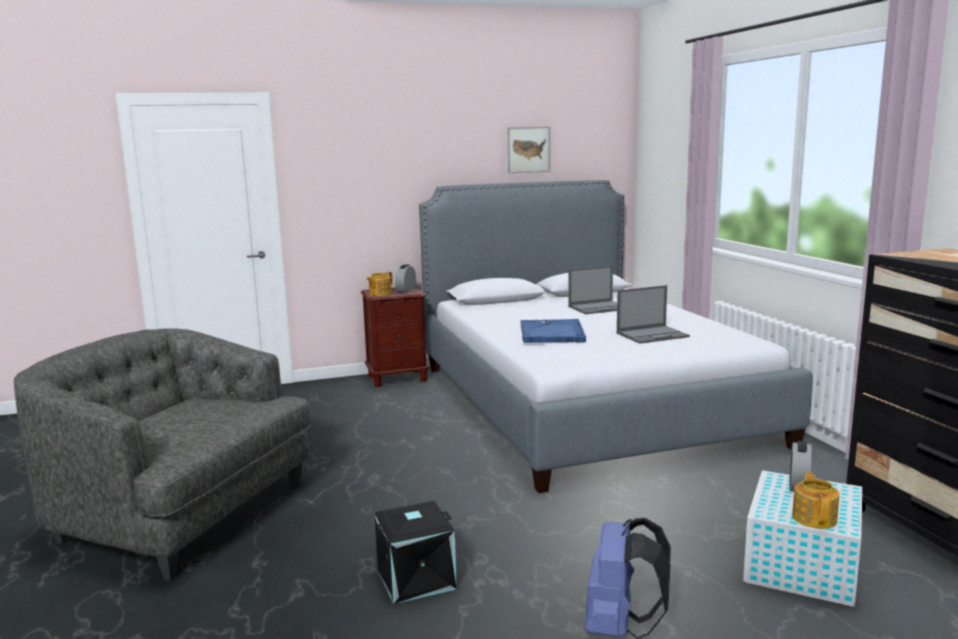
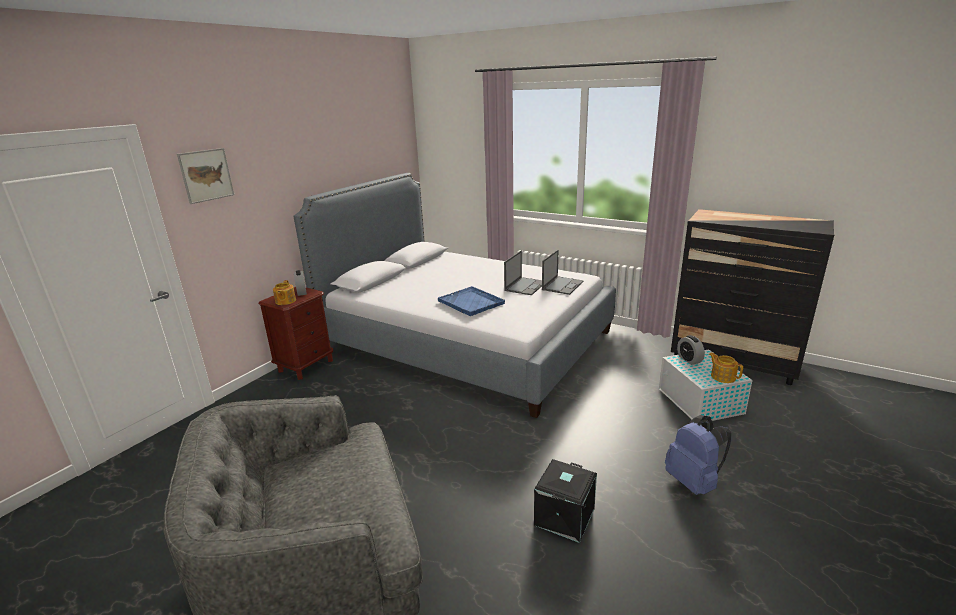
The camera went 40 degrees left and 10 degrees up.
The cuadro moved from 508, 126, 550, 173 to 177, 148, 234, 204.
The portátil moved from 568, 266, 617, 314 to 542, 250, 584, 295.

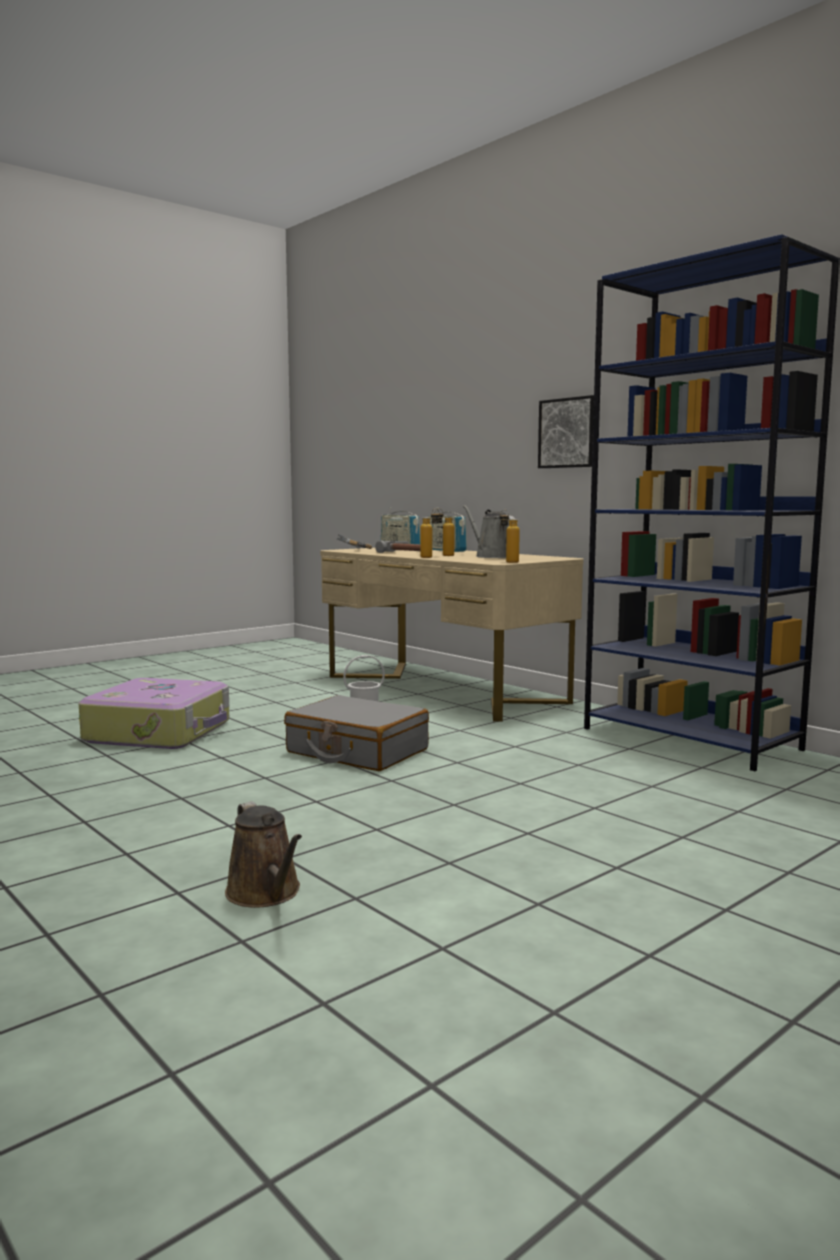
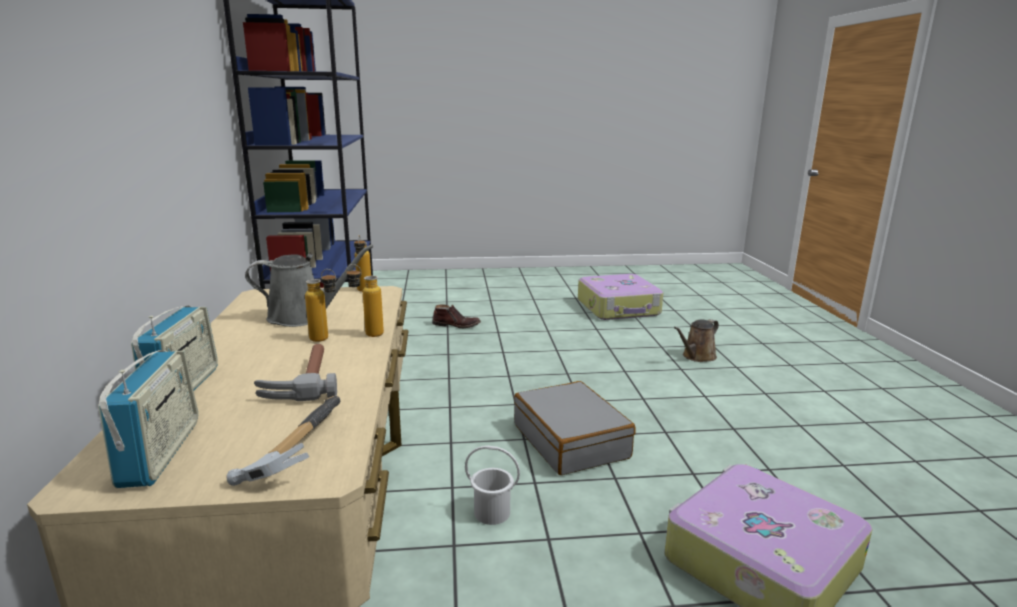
The camera went 145 degrees left and 10 degrees up.
The regadera (gris) at 463, 505, 515, 558 turned 105 degrees counterclockwise.
The bota (marrón) at 432, 304, 481, 328 appeared.
The maleta at 578, 274, 663, 320 appeared.
The regadera (marrón) at 225, 801, 302, 908 turned 135 degrees counterclockwise.
The cuadro at 538, 395, 594, 468 disappeared.

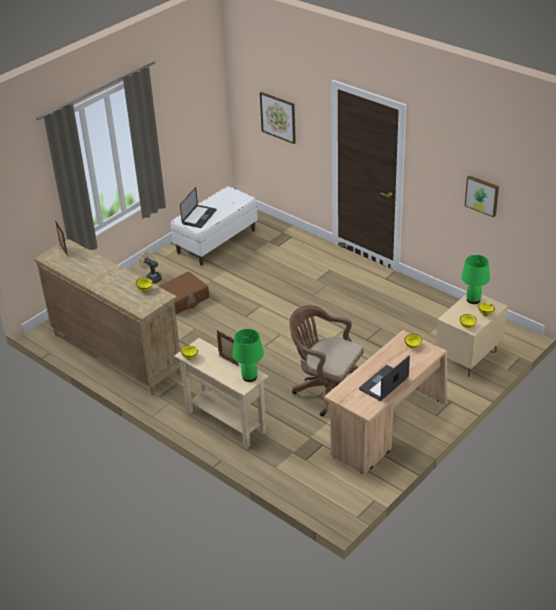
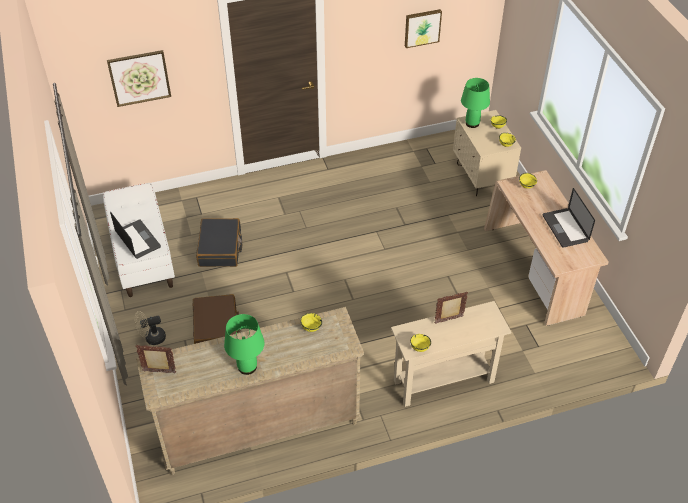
The camera went 60 degrees left and 10 degrees up.
The maleta (negro) at 196, 218, 242, 267 appeared.
The lámpara de mesa (verde) moved from 232, 329, 264, 382 to 224, 314, 264, 375.
The silla de oficina (marrón) at 289, 305, 364, 417 disappeared.

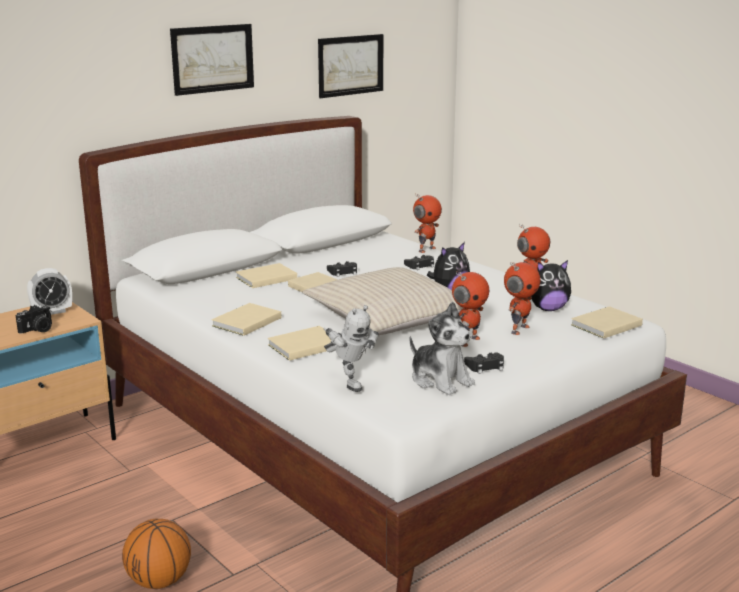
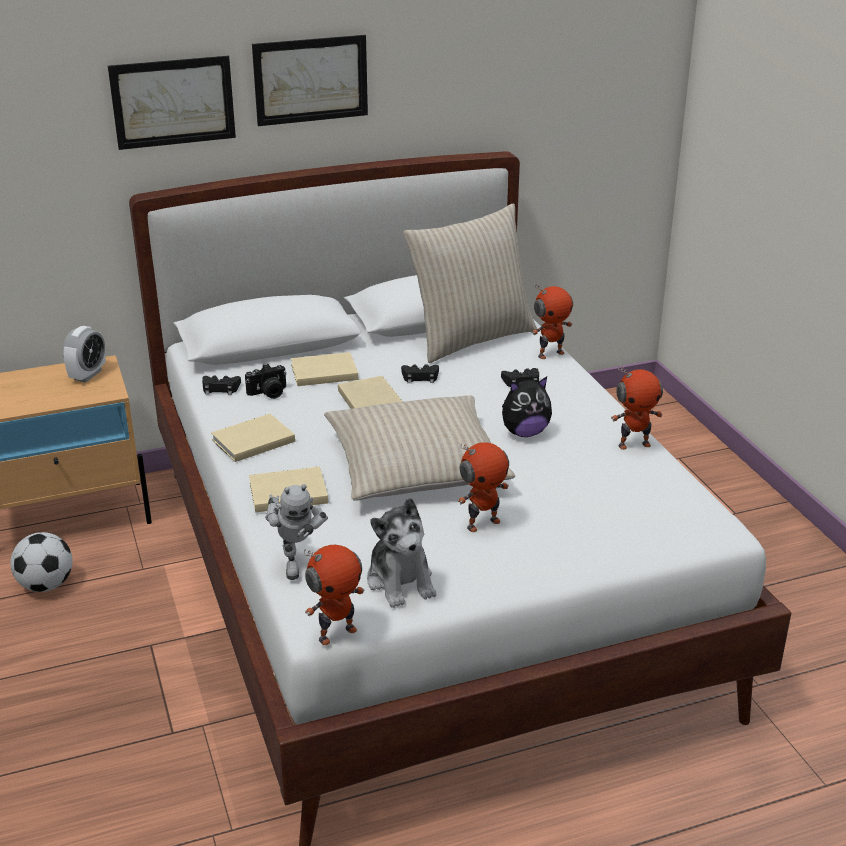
The camera went 20 degrees right and 10 degrees up.
The balón de fútbol at 10, 532, 73, 592 appeared.
The despertador at 27, 268, 72, 315 turned 60 degrees counterclockwise.
The cuadro moved from 318, 34, 383, 98 to 108, 56, 236, 150.
The mando de consola (negro) moved from 464, 353, 504, 374 to 202, 376, 241, 395.
The cámara moved from 16, 305, 52, 334 to 245, 364, 287, 399.
The robot de juguete moved from 504, 262, 540, 335 to 304, 545, 364, 645.
The cojín (beis) at 403, 203, 537, 363 appeared.
The balón de baloncesto at 122, 518, 191, 589 disappeared.
The peluche at 532, 260, 571, 311 disappeared.
The libro (beis) at 571, 306, 643, 339 disappeared.

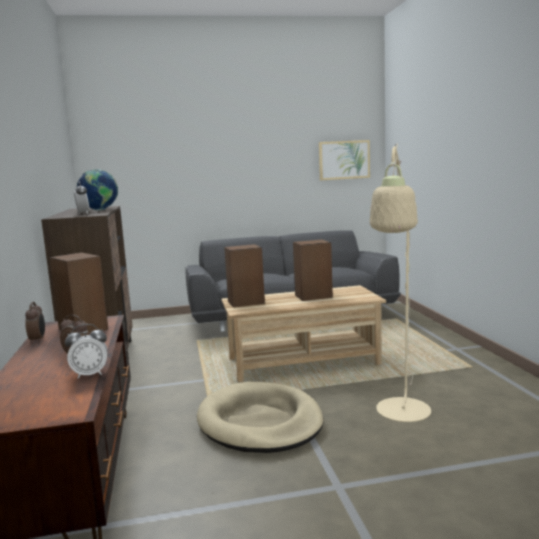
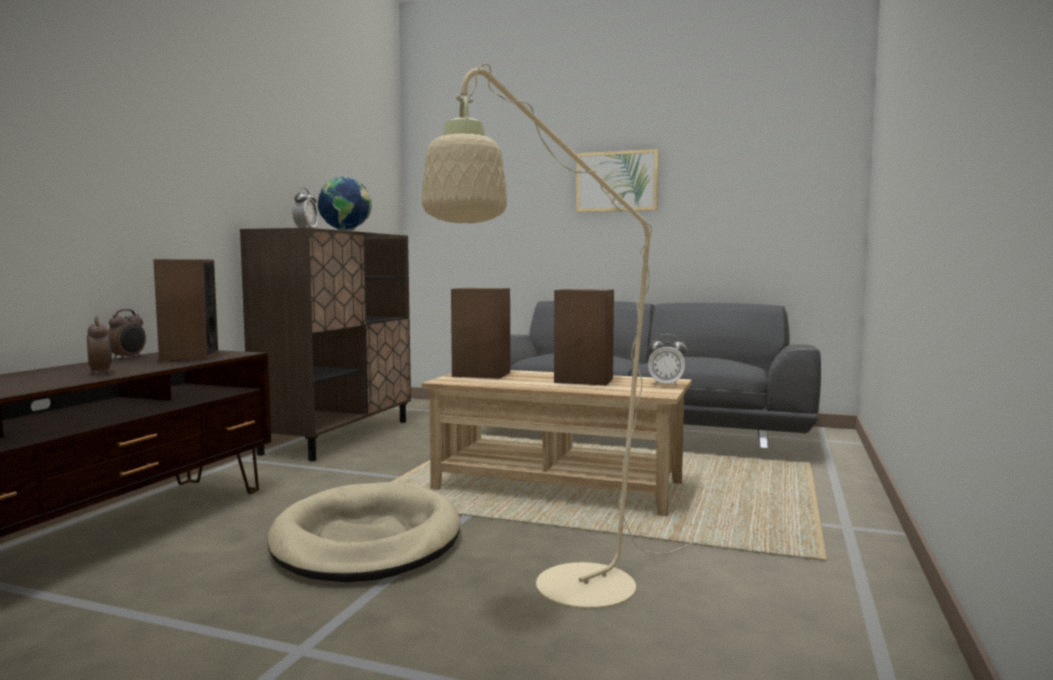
The camera went 30 degrees right and 5 degrees down.
The cuadro moved from 319, 140, 370, 180 to 576, 149, 659, 212.
The despertador moved from 65, 324, 108, 379 to 648, 334, 687, 387.

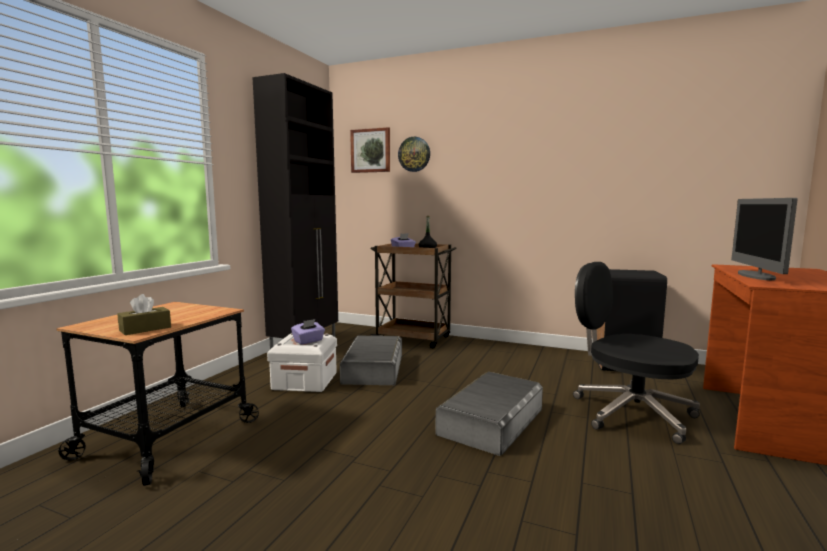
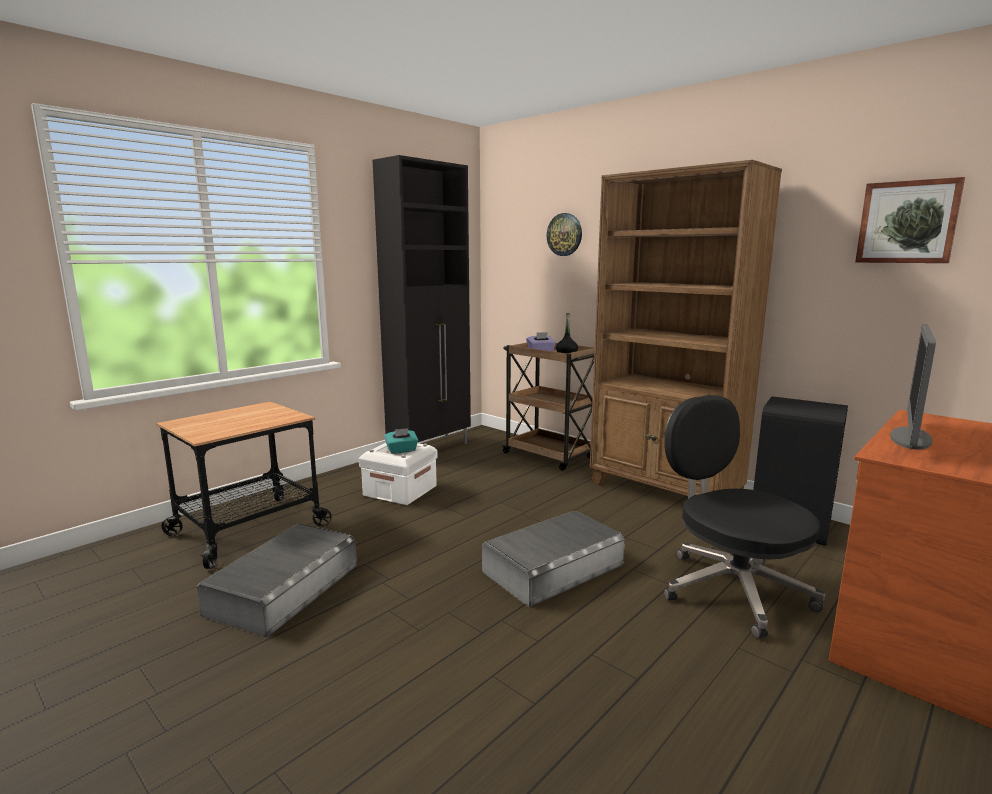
The camera went 20 degrees right and 5 degrees up.
The caja de almacenaje (gris) moved from 340, 336, 402, 385 to 197, 523, 357, 637.
The caja de pañuelos (morado) at 291, 319, 325, 345 became the caja de pañuelos (turquesa) at 384, 428, 418, 454.
The estantería (marrón) at 590, 160, 782, 496 appeared.
The cuadro moved from 350, 127, 390, 173 to 855, 177, 965, 263.
The caja de pañuelos (marrón) at 117, 294, 171, 335 disappeared.

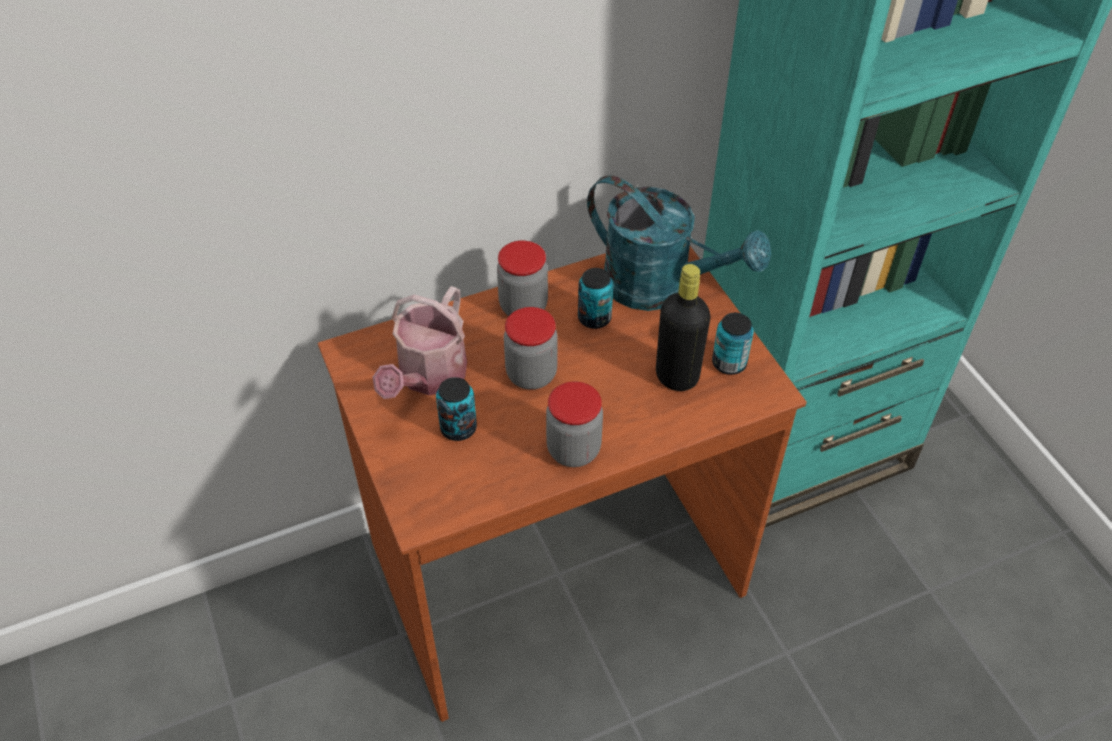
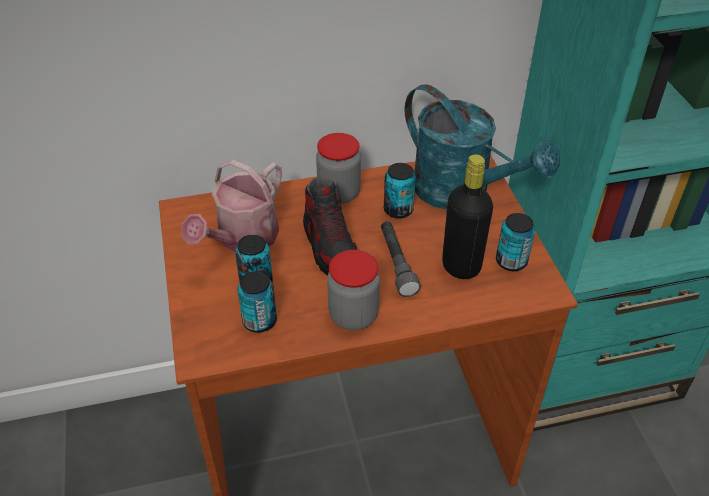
The camera went 10 degrees right and 5 degrees down.
The lata at 237, 271, 277, 333 appeared.
The tarro at 504, 307, 557, 390 was replaced by the zapato at 303, 178, 357, 276.
The linterna (gris) at 381, 221, 421, 297 appeared.

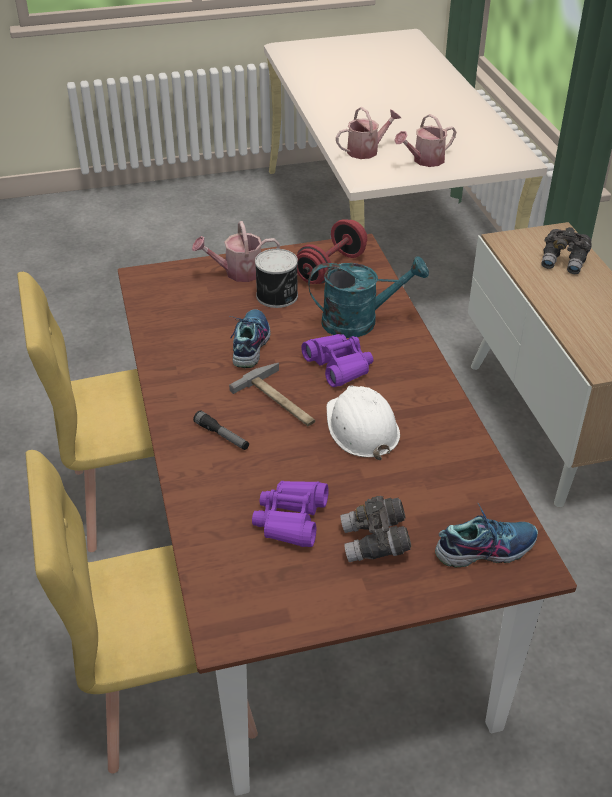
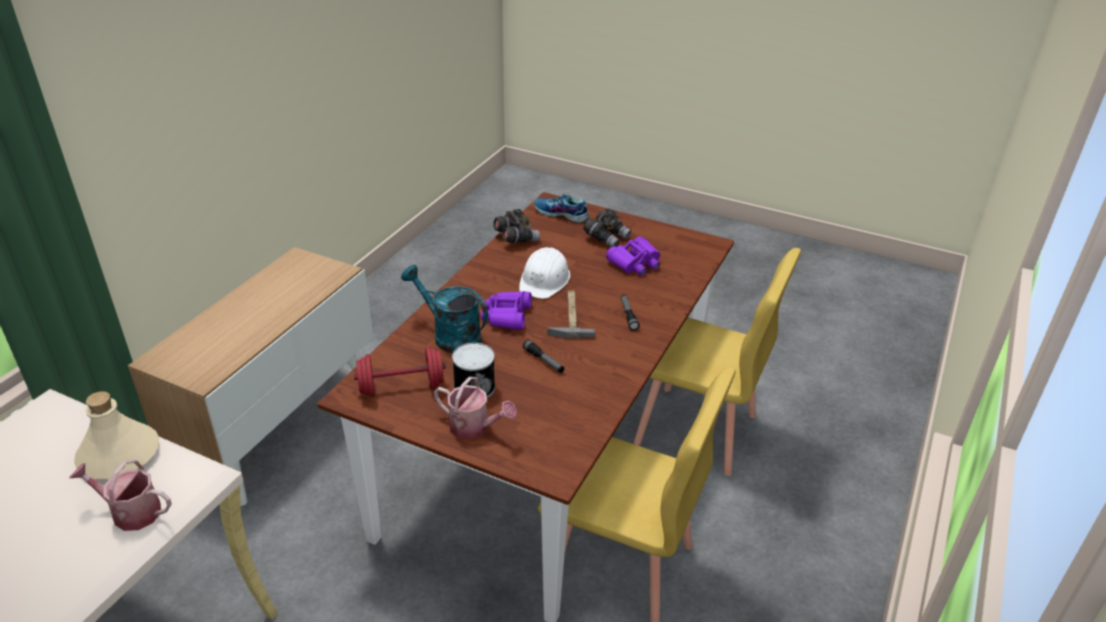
The camera went 140 degrees left and 5 degrees down.
The regadera at 394, 114, 456, 167 was replaced by the botella (beis) at 74, 391, 159, 479.
The prismáticos (gris) moved from 541, 227, 592, 274 to 493, 209, 540, 243.
The zapato at 229, 309, 270, 368 was replaced by the linterna at 523, 340, 564, 373.

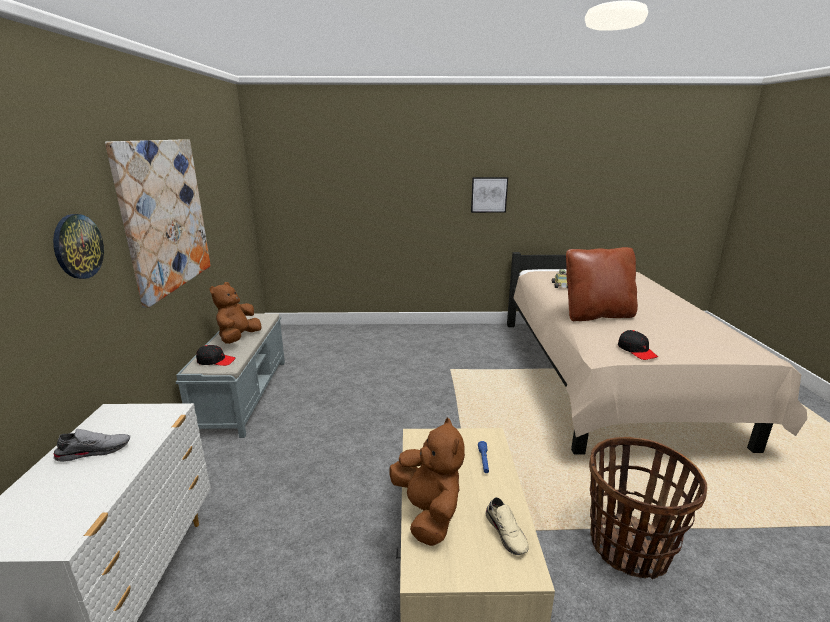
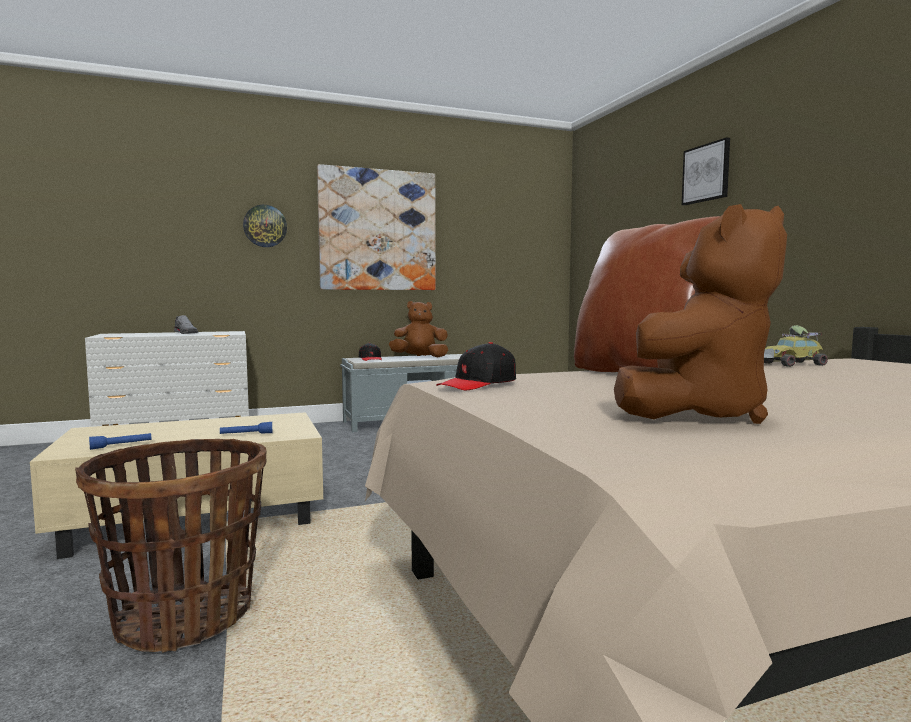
The camera went 70 degrees right and 15 degrees down.
The zapato (beis) at 485, 497, 528, 555 was replaced by the linterna (azul) at 89, 433, 151, 450.
The peluche (marrón) moved from 389, 417, 465, 546 to 614, 204, 787, 424.
The cuadro moved from 471, 177, 508, 213 to 682, 137, 730, 205.

